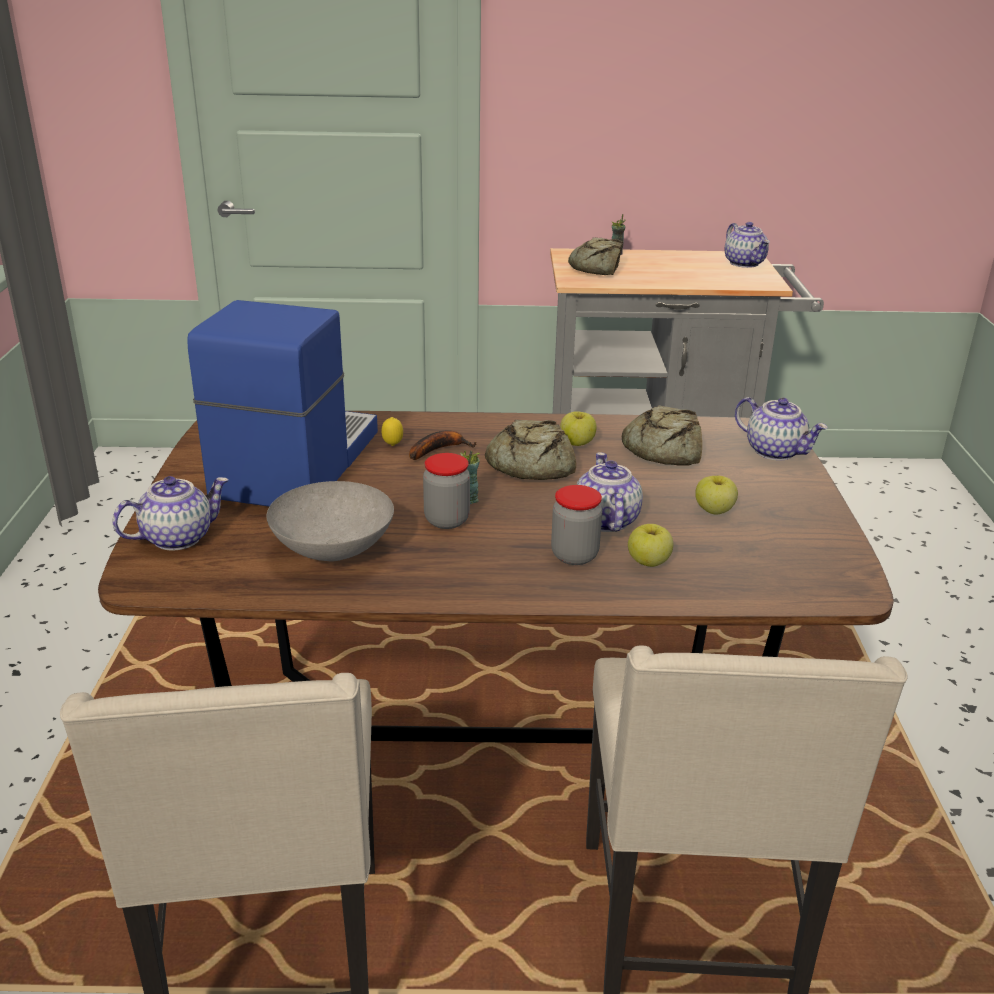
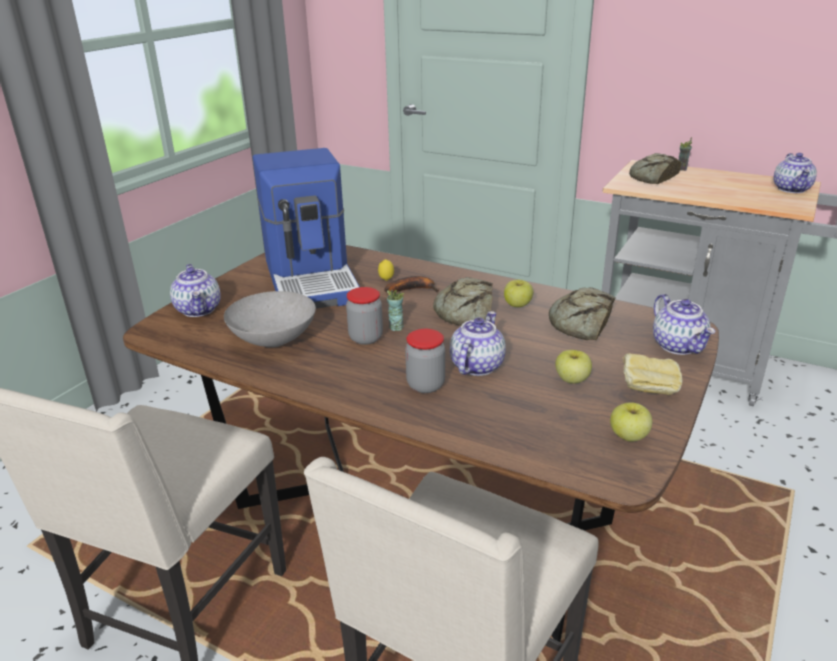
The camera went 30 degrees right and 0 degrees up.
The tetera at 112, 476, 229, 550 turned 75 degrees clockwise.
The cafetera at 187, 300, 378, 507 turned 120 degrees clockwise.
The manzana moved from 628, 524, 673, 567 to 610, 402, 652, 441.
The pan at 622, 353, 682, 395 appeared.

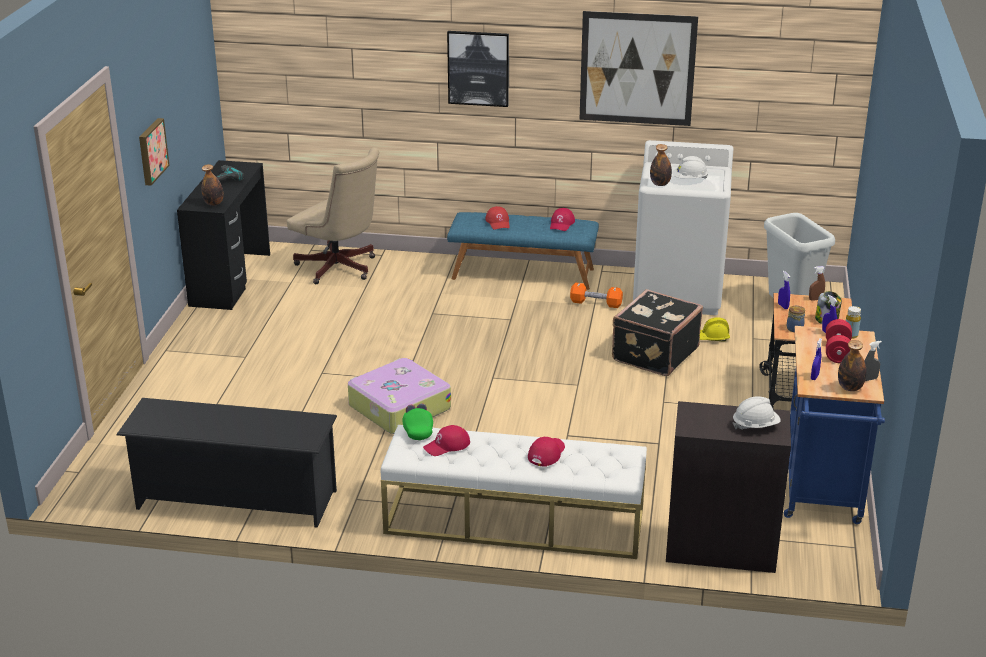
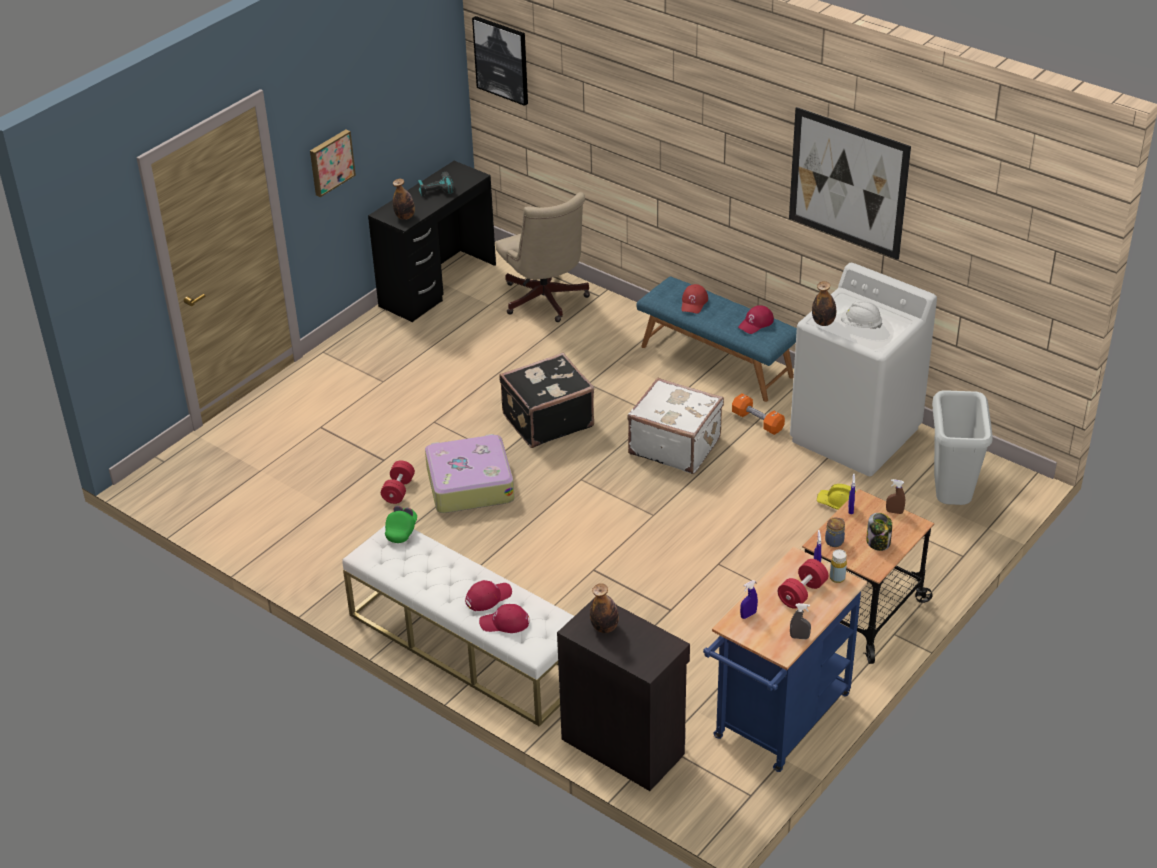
The camera went 30 degrees right and 10 degrees up.
The mancuerna (rojo) at 381, 460, 415, 504 appeared.
The cuadro moved from 447, 31, 509, 107 to 472, 16, 528, 106.
The gorra (rojo) moved from 423, 425, 470, 456 to 479, 604, 529, 633.
The maleta (negro) moved from 612, 289, 703, 376 to 499, 352, 594, 448.
The botella moved from 838, 340, 866, 391 to 590, 583, 619, 633.
The maleta (blanco) at 627, 378, 724, 474 appeared.
The zapatero (negro) at 117, 398, 337, 528 disappeared.
The casco (blanco) at 733, 396, 781, 429 disappeared.

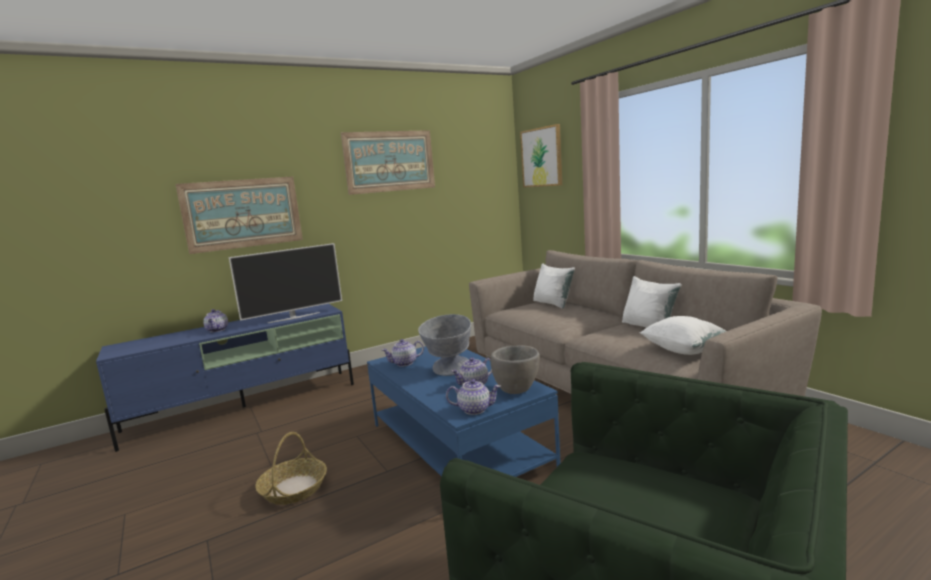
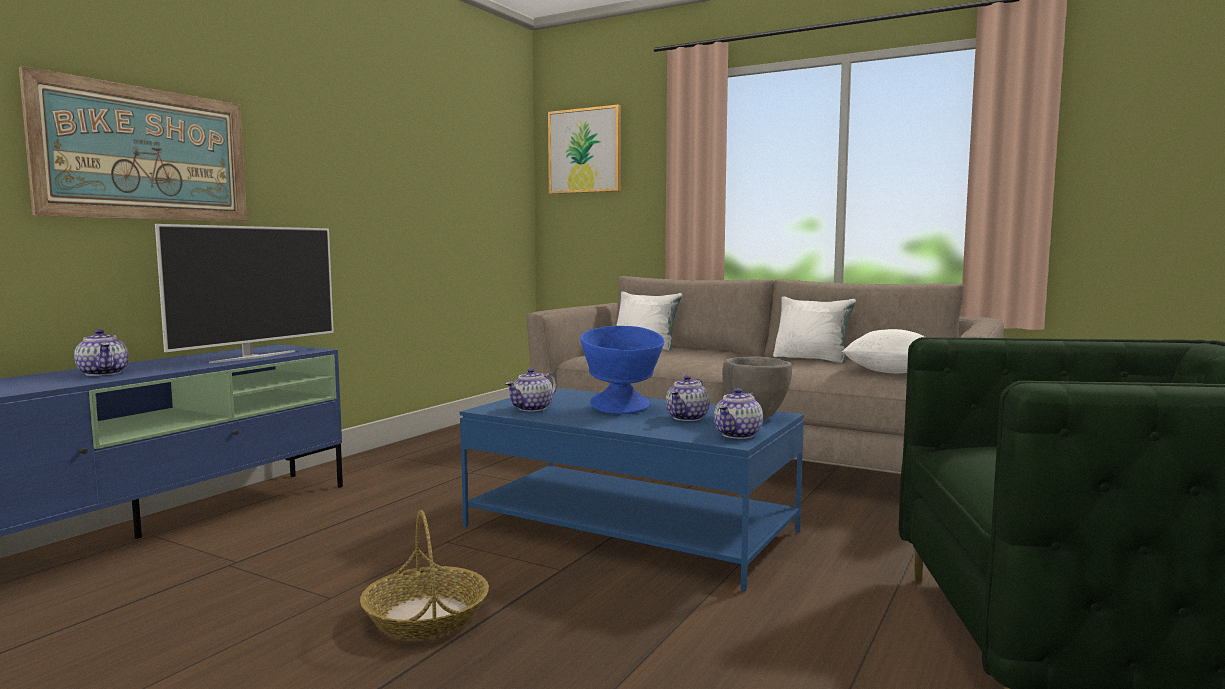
The camera went 30 degrees left and 5 degrees down.
The cuenco (gris) at 418, 314, 471, 376 became the cuenco (azul) at 581, 326, 664, 414.
The tetera at 446, 379, 501, 415 turned 150 degrees clockwise.
The cuadro at 341, 130, 435, 195 disappeared.

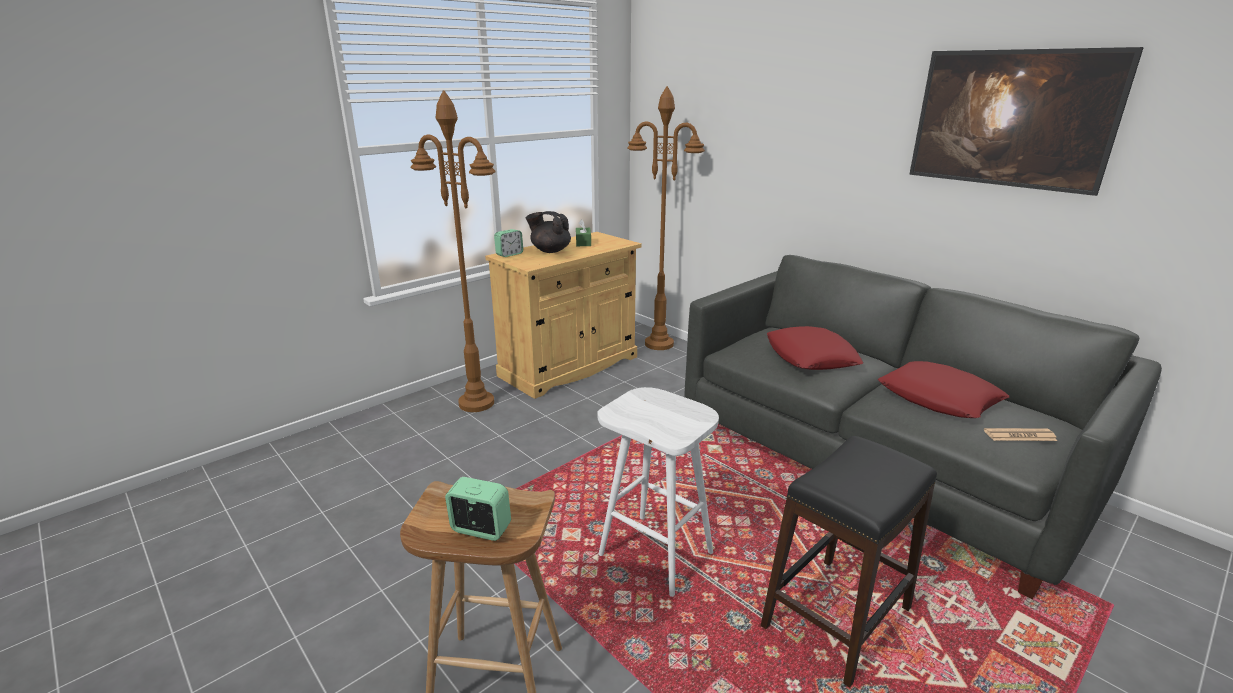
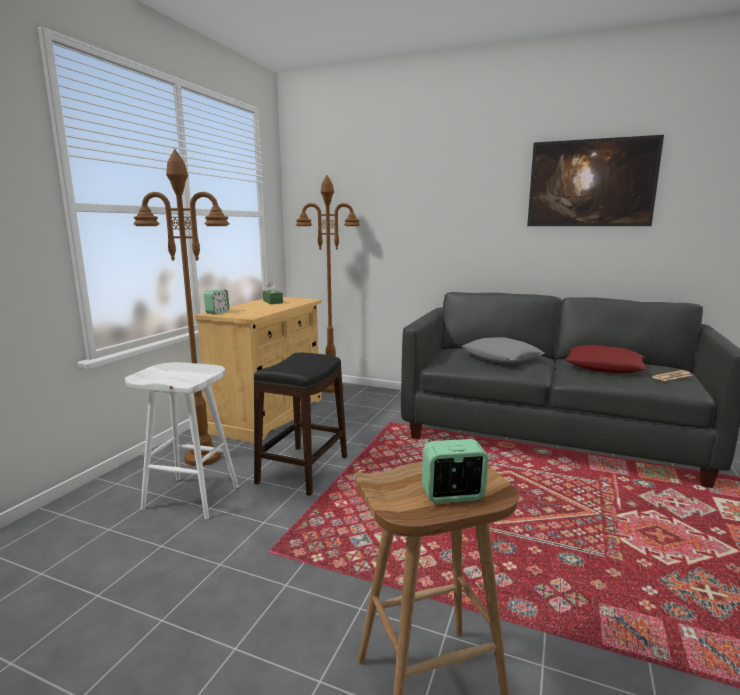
The camera went 25 degrees left and 10 degrees down.
The taburete (blanco) moved from 597, 387, 719, 597 to 125, 362, 239, 519.
The taburete (negro) moved from 761, 436, 937, 688 to 254, 353, 347, 496.
The cojín (rojo) at 767, 326, 863, 370 became the cojín (gris) at 462, 337, 545, 363.
The tetera (negro) at 526, 211, 571, 253 disappeared.

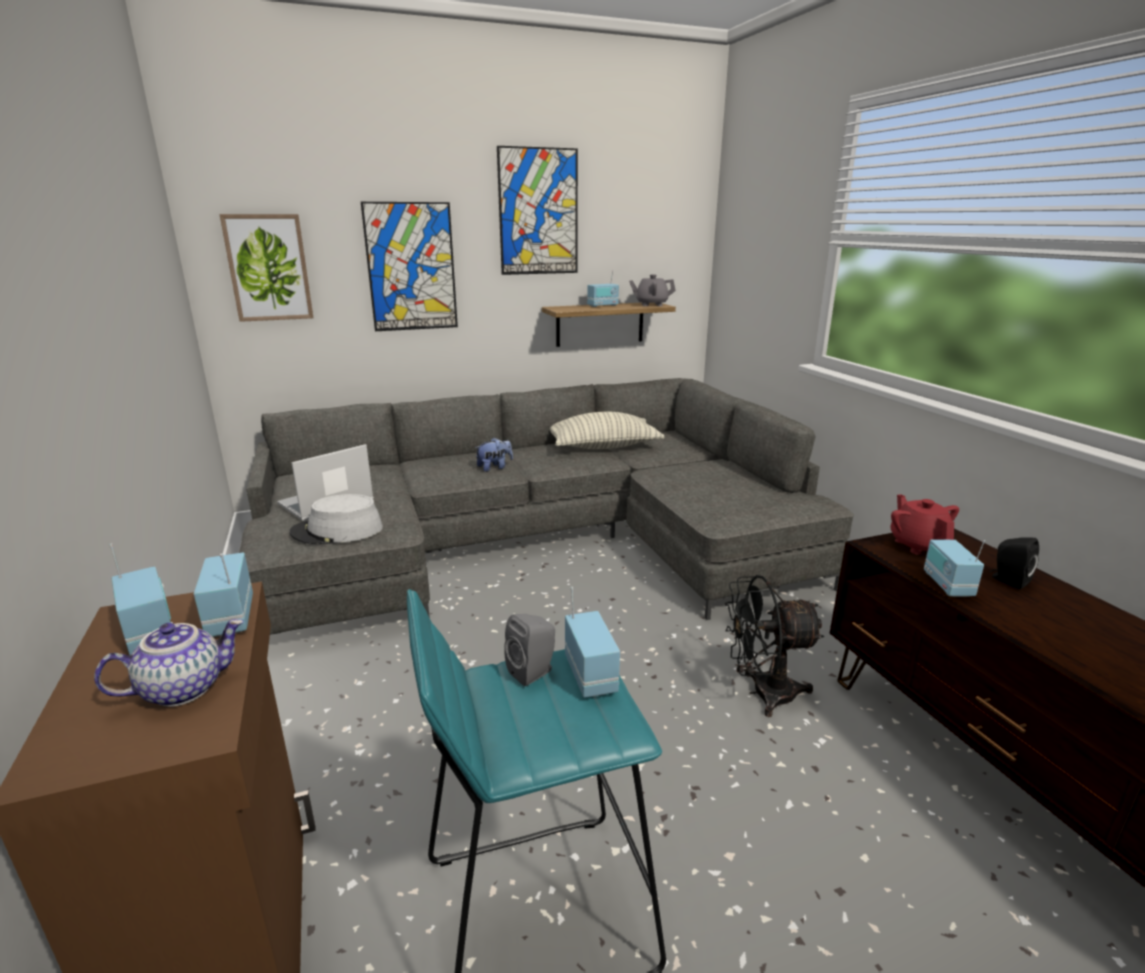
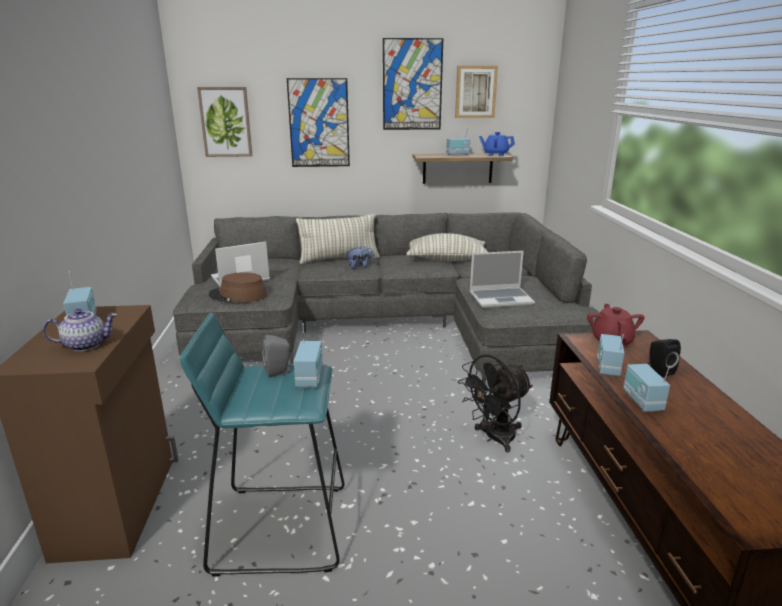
The camera went 15 degrees right and 0 degrees up.
The sombrero (gris) at 289, 494, 383, 545 became the sombrero (marrón) at 209, 272, 267, 302.
The cojín at 296, 214, 380, 264 appeared.
The cuadro at 455, 66, 498, 118 appeared.
The ventilador (negro) at 725, 575, 824, 717 turned 45 degrees counterclockwise.
The portátil at 469, 251, 535, 308 appeared.
The tetera (gris) at 629, 274, 676, 306 became the tetera (azul) at 479, 132, 515, 156.
The radio moved from 194, 553, 253, 637 to 623, 364, 670, 412.

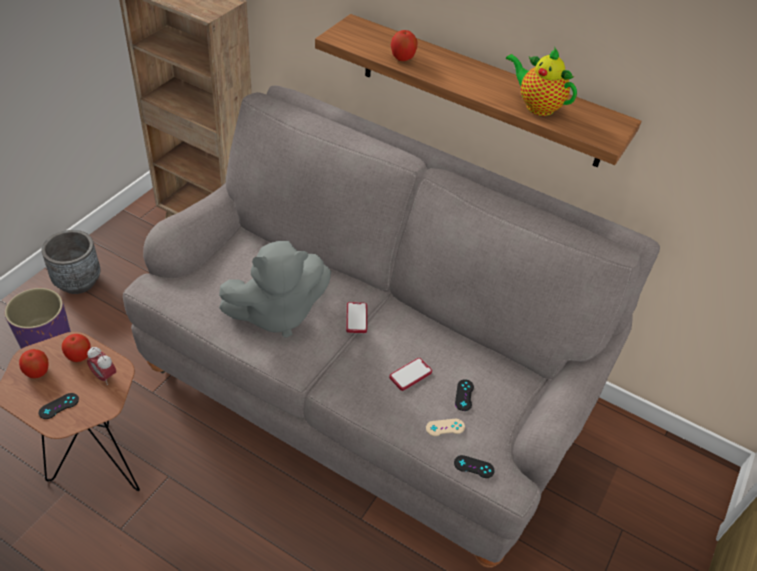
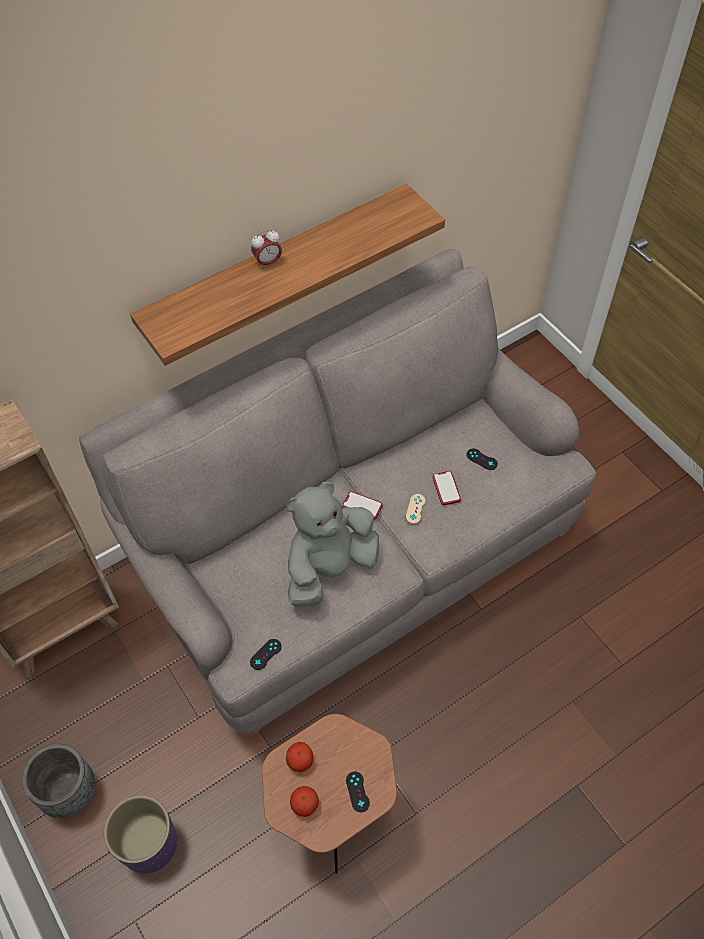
The camera went 60 degrees left and 10 degrees up.
The mando de consola (negro) moved from 454, 455, 495, 478 to 250, 639, 282, 670.
The despertador moved from 87, 347, 116, 385 to 251, 229, 282, 269.
The peluche (gris) at 219, 241, 331, 338 turned 135 degrees counterclockwise.
The mando de consola (beis) moved from 426, 419, 465, 436 to 406, 494, 425, 524.
The manzana at 391, 30, 418, 61 disappeared.
The tetera at 505, 47, 577, 116 disappeared.

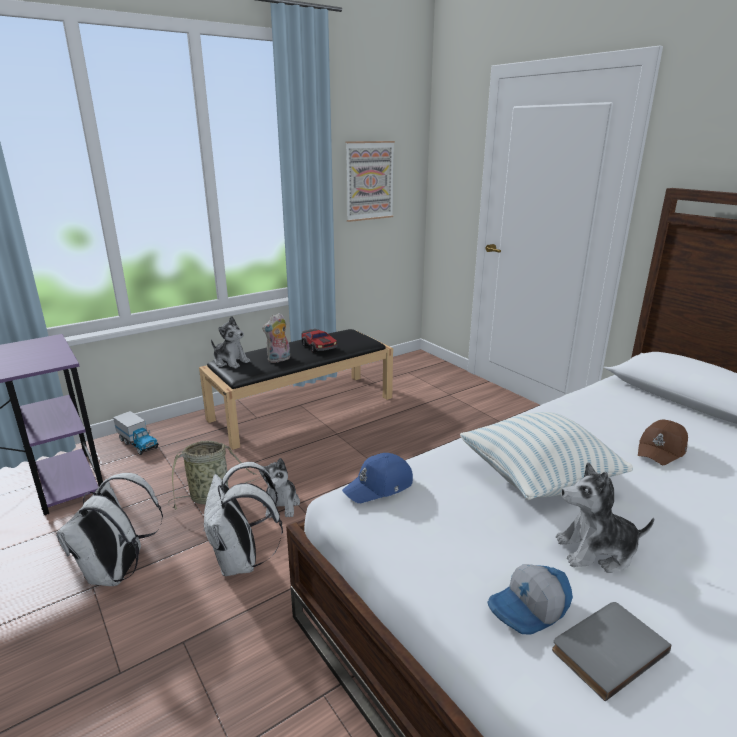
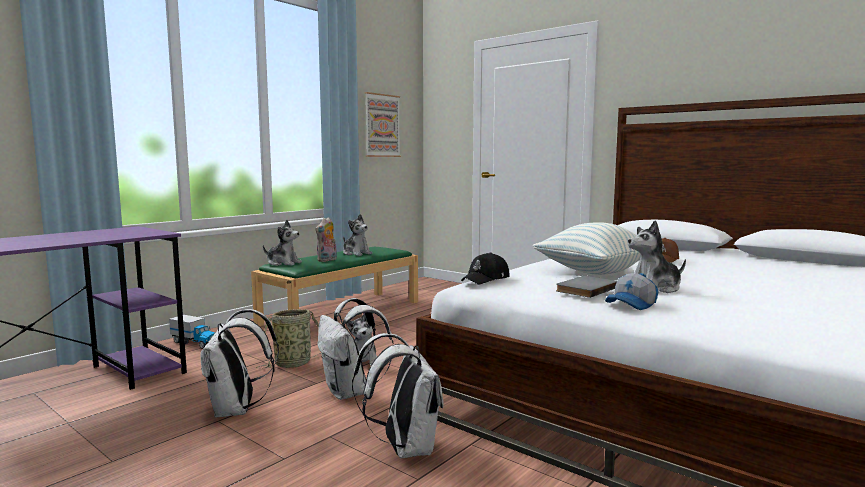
The camera went 15 degrees left and 15 degrees down.
The banco (negro) at 199, 329, 393, 450 became the banco (verde) at 251, 247, 418, 326.
The coche de juguete at 301, 329, 338, 353 was replaced by the peluche at 343, 214, 372, 256.
The mochila (blanco) at 352, 333, 444, 458 appeared.
The gorra (azul) at 342, 453, 413, 503 became the gorra (negro) at 461, 253, 510, 284.
The libro (gris) moved from 552, 602, 671, 701 to 556, 276, 617, 298.

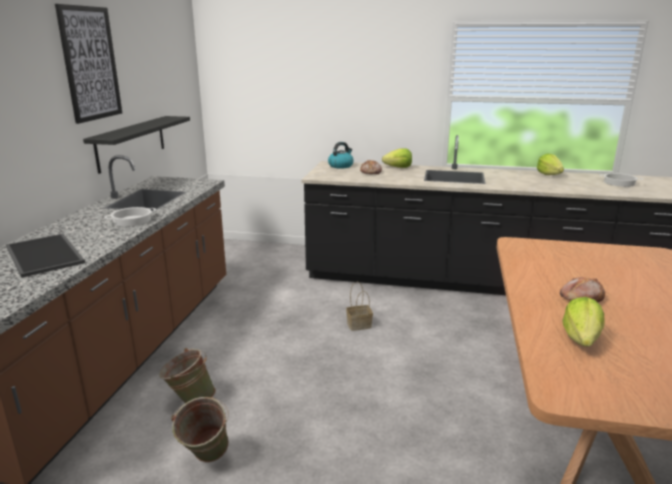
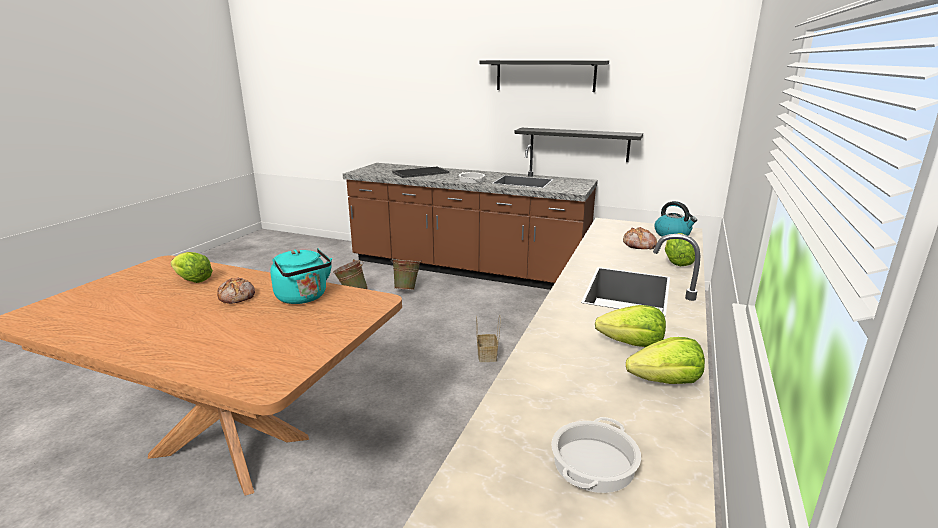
The camera went 100 degrees right and 0 degrees up.
The hervidor (turquesa) at 270, 248, 332, 304 appeared.
The cuadro at 55, 4, 122, 124 was replaced by the estante (negro) at 479, 60, 609, 92.
The lechuga at 595, 305, 666, 347 appeared.

